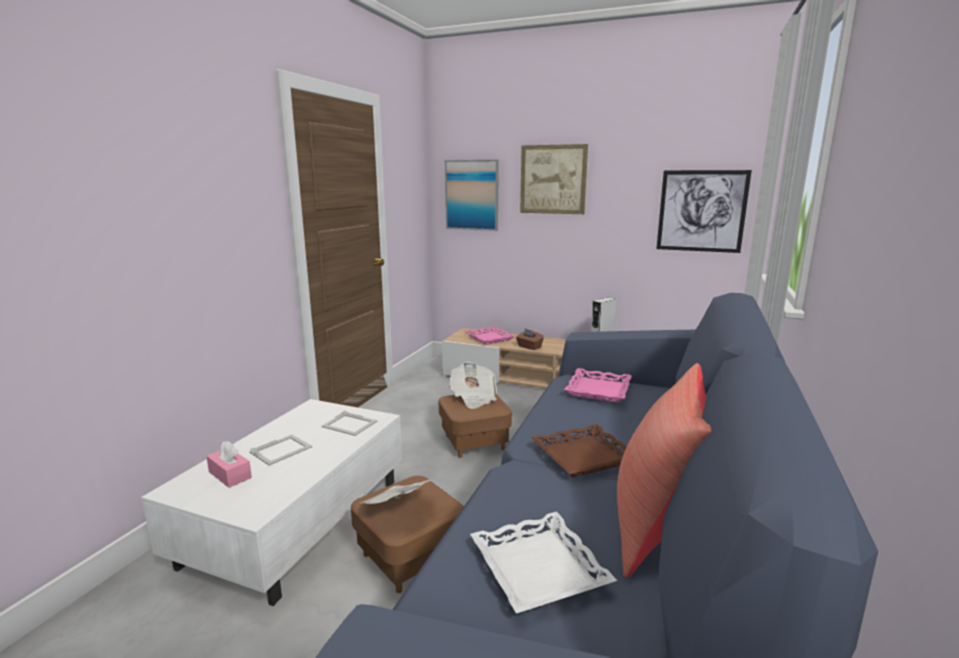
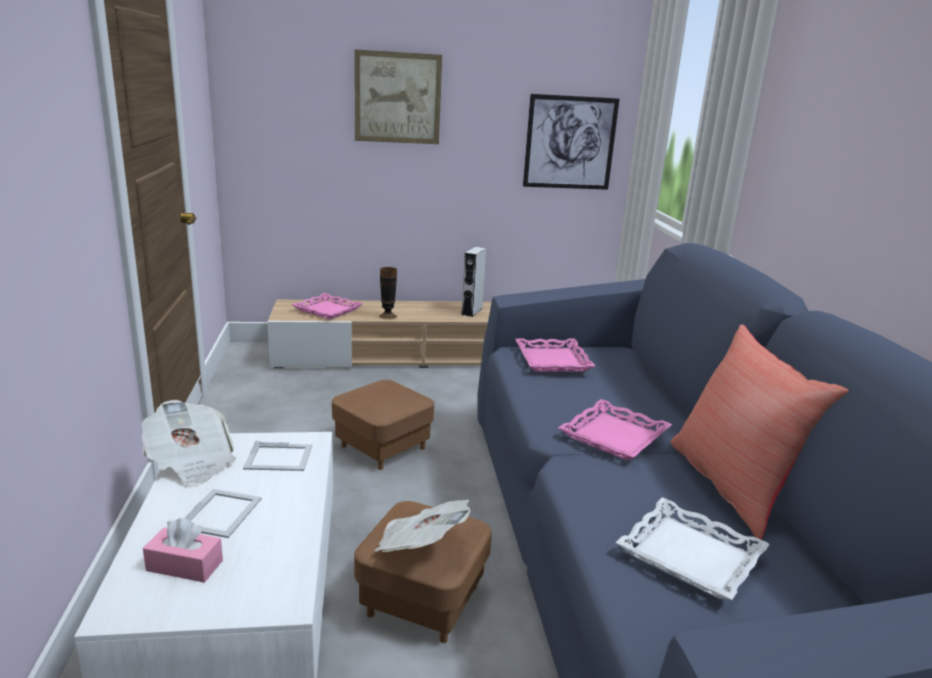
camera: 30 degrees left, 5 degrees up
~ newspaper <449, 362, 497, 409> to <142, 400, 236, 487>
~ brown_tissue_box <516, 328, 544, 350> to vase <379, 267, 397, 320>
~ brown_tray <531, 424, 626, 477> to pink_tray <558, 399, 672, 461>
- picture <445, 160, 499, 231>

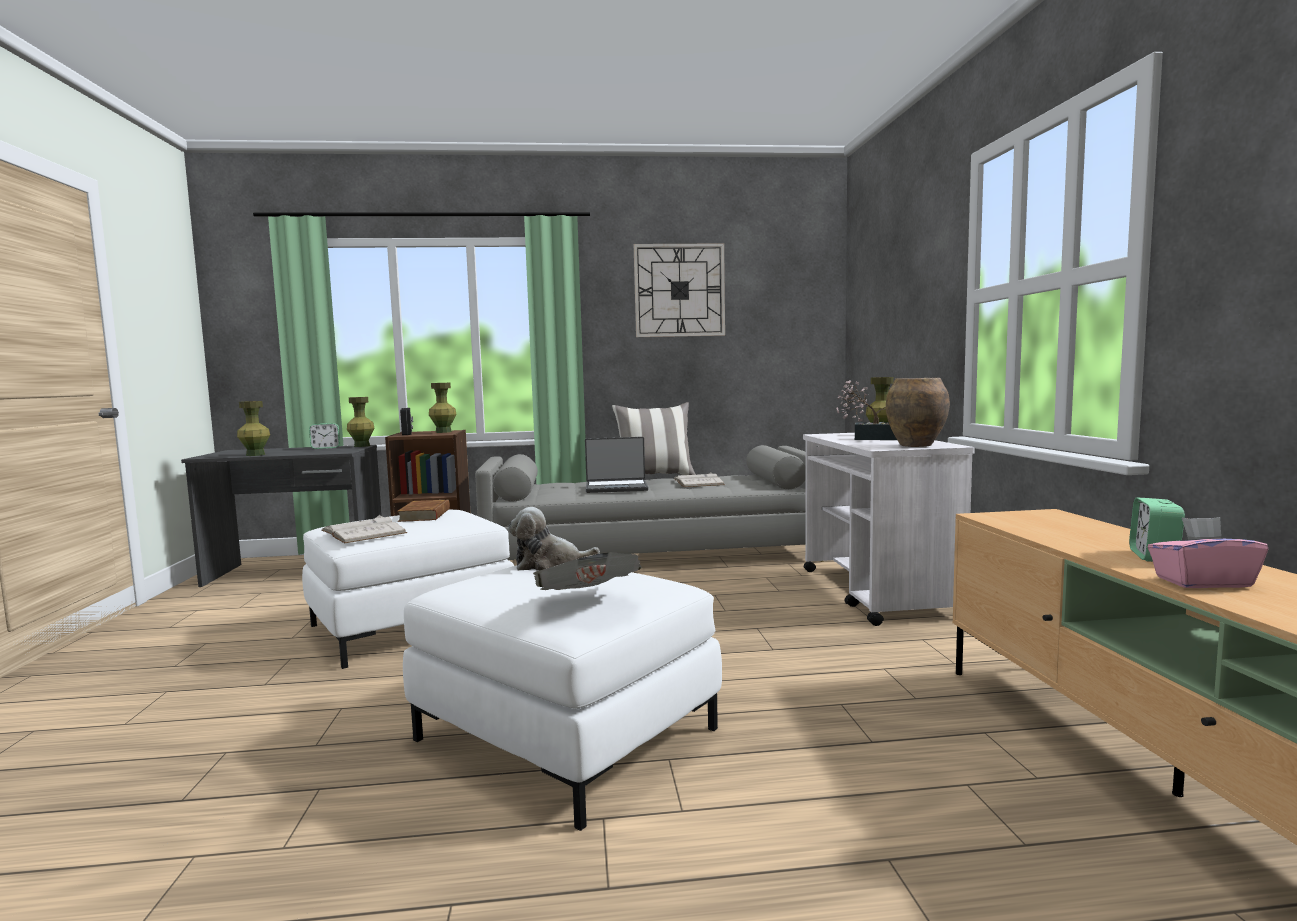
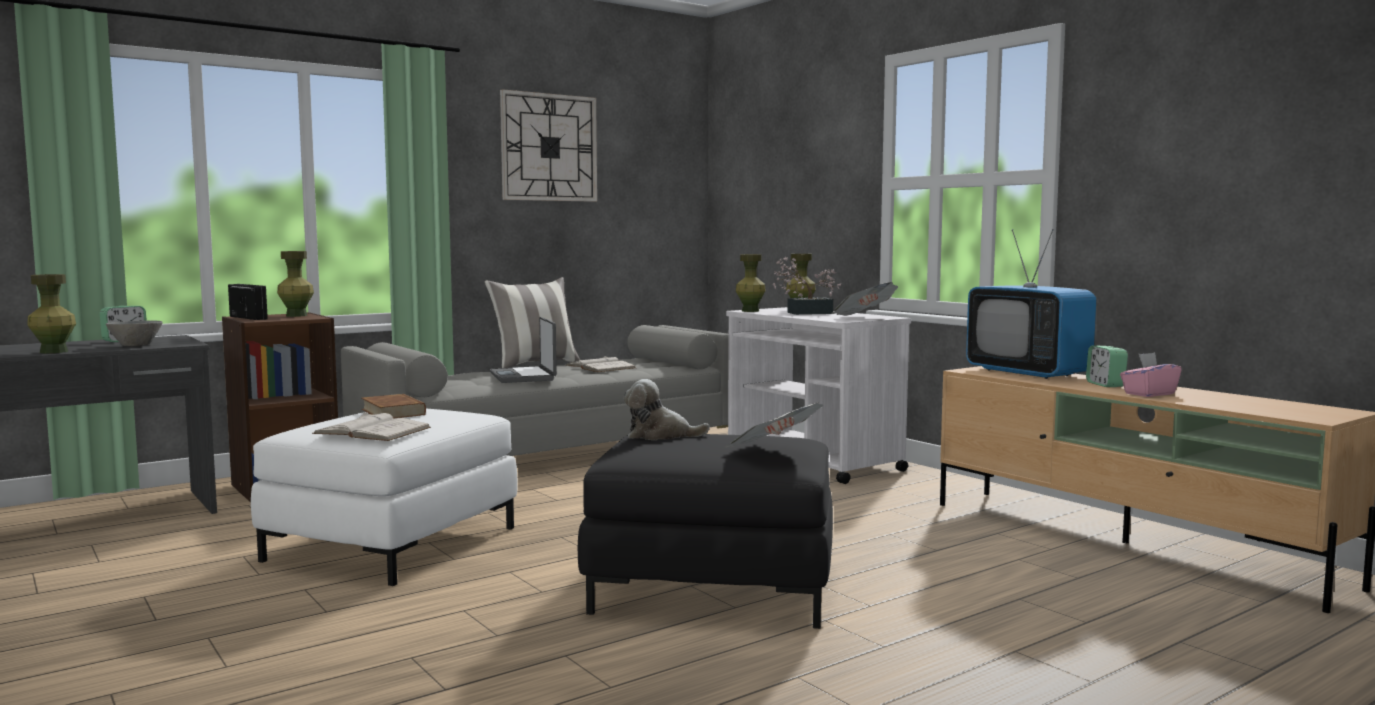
camera: 30 degrees left, 0 degrees up
+ grey_bowl <106, 321, 162, 346>
~ laptop <585, 437, 648, 493> = <490, 317, 557, 383> 105 degrees clockwise
~ white_ottoman <403, 565, 722, 831> to black_ottoman <578, 434, 833, 629>
~ plush_toy <508, 507, 600, 570> = <624, 379, 710, 440> 45 degrees clockwise
~ green_vase <347, 397, 374, 447> to <736, 254, 766, 312>
~ brown_vase <886, 378, 950, 447> to newspaper <832, 282, 898, 316>
+ television <966, 229, 1096, 379>

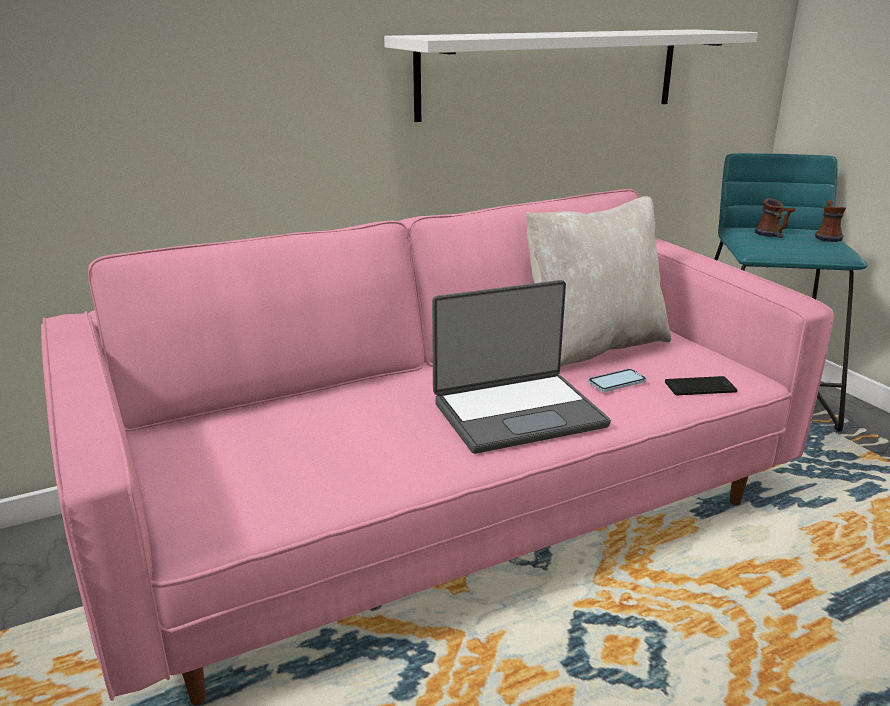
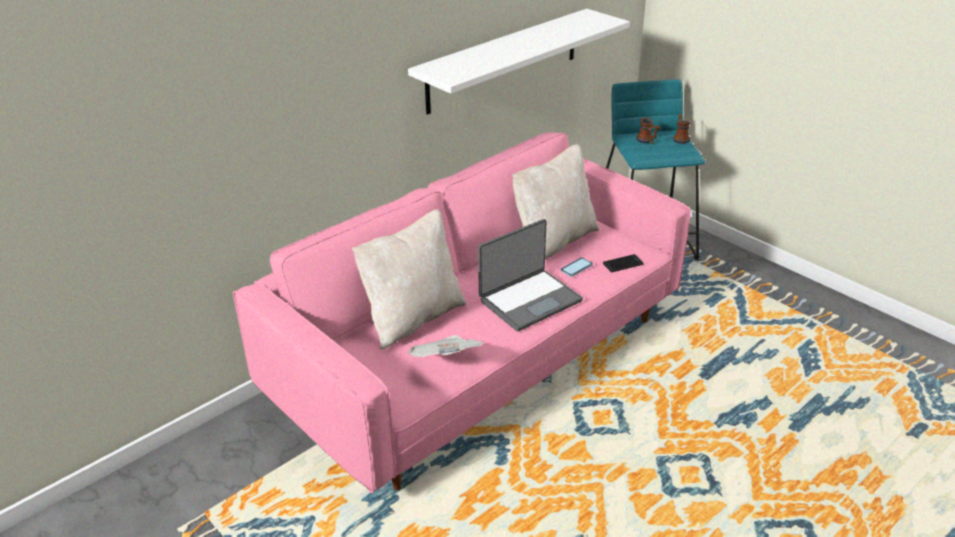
camera: 15 degrees left, 10 degrees up
+ beige_pillow <352, 209, 466, 350>
+ newspaper <408, 335, 484, 357>

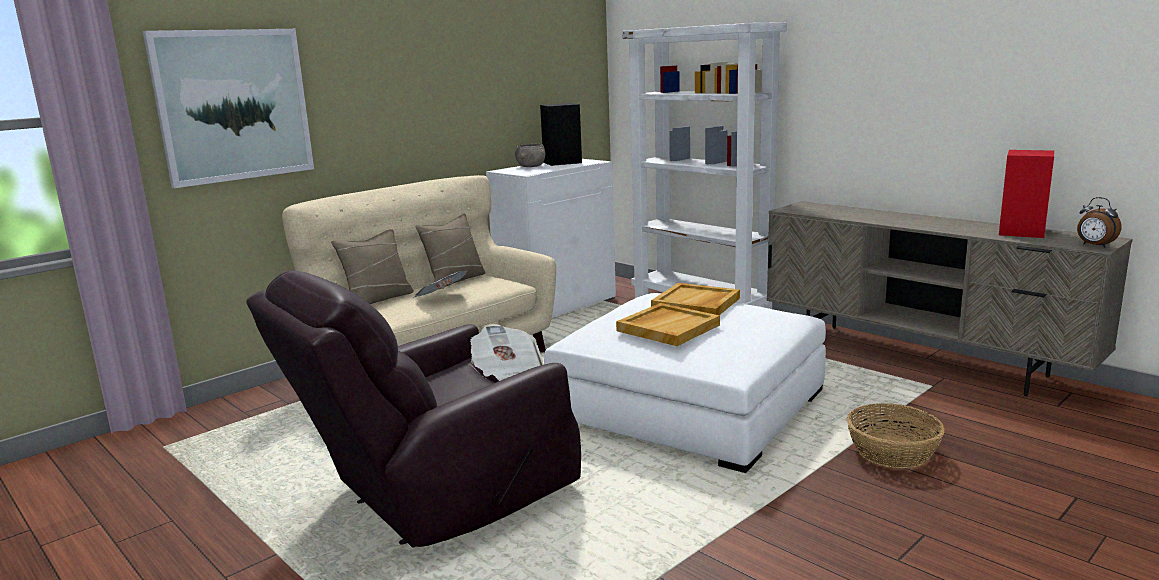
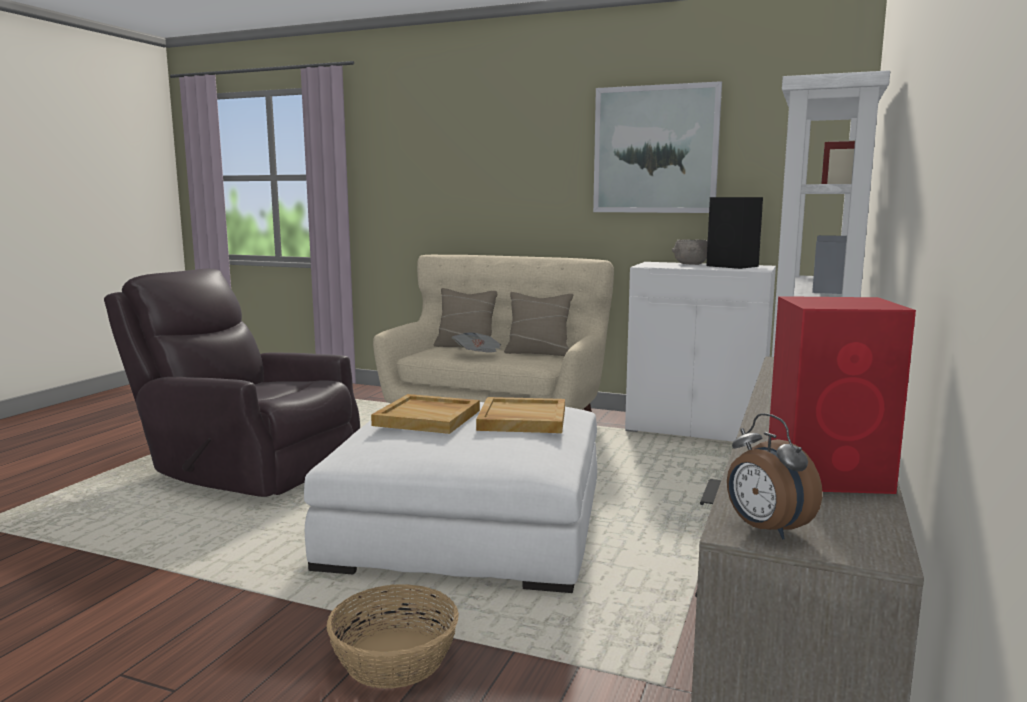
camera: 65 degrees right, 5 degrees down
~ picture <143, 29, 314, 188> to <593, 81, 722, 213>
~ alarm_clock <1077, 197, 1122, 248> = <727, 413, 822, 540> 60 degrees counterclockwise
- newspaper <470, 324, 544, 381>

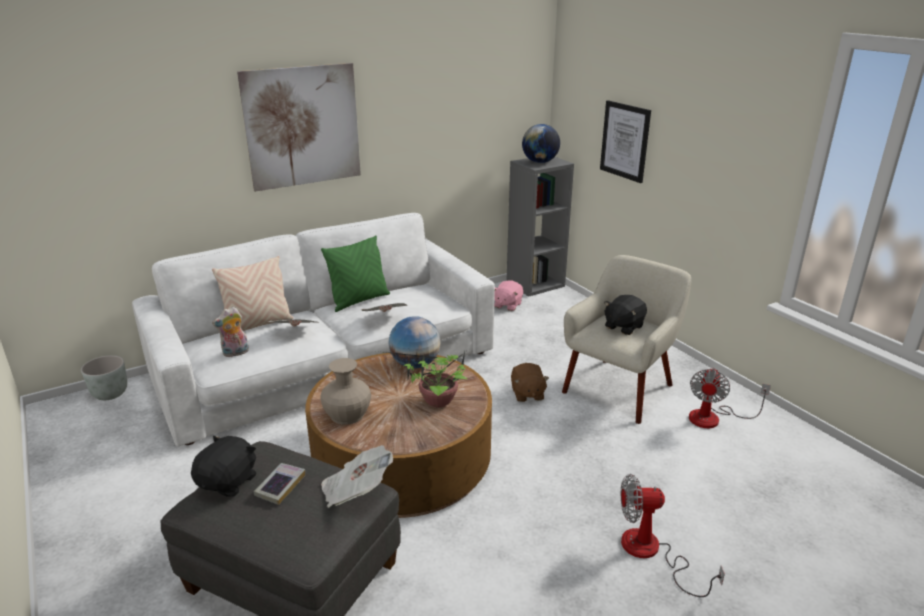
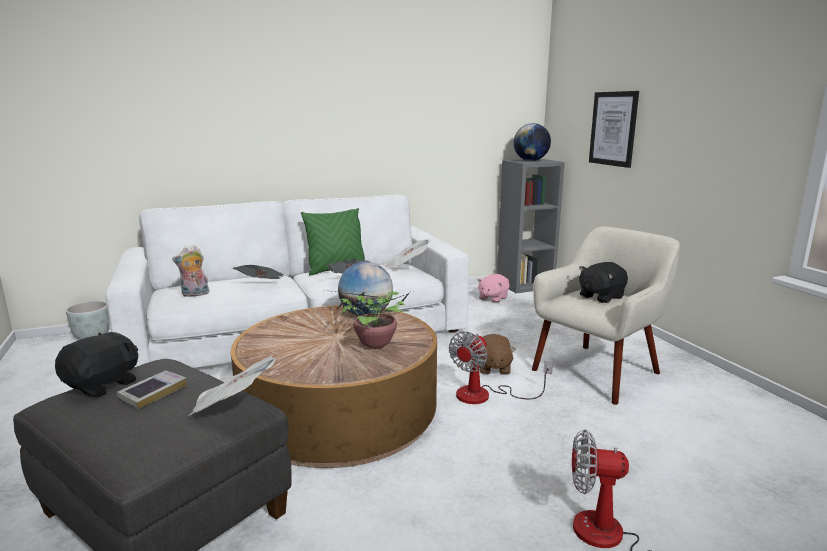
camera: 10 degrees right, 10 degrees down
+ newspaper <384, 239, 431, 269>
~ fan <689, 368, 771, 428> to <449, 331, 553, 404>
- beige_pillow <212, 256, 294, 331>
- picture <237, 63, 361, 192>
- beige_vase <320, 358, 371, 425>

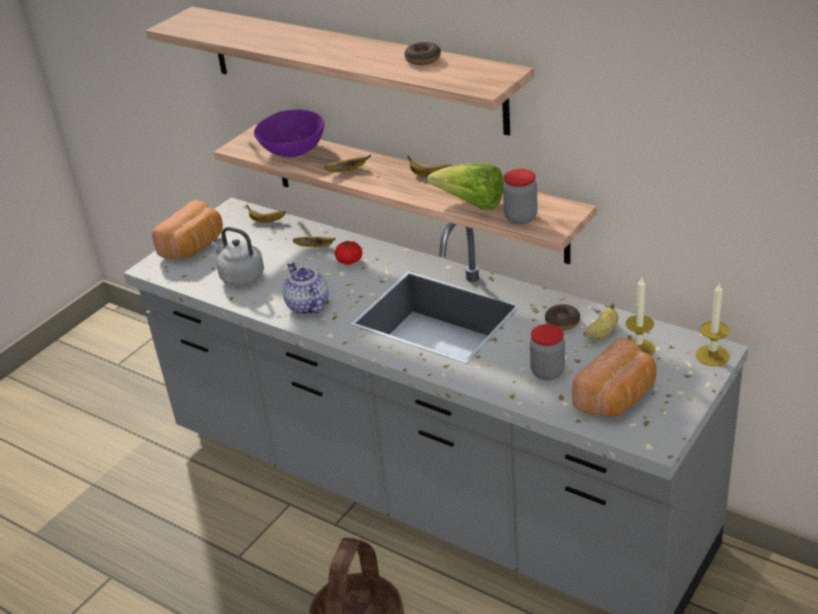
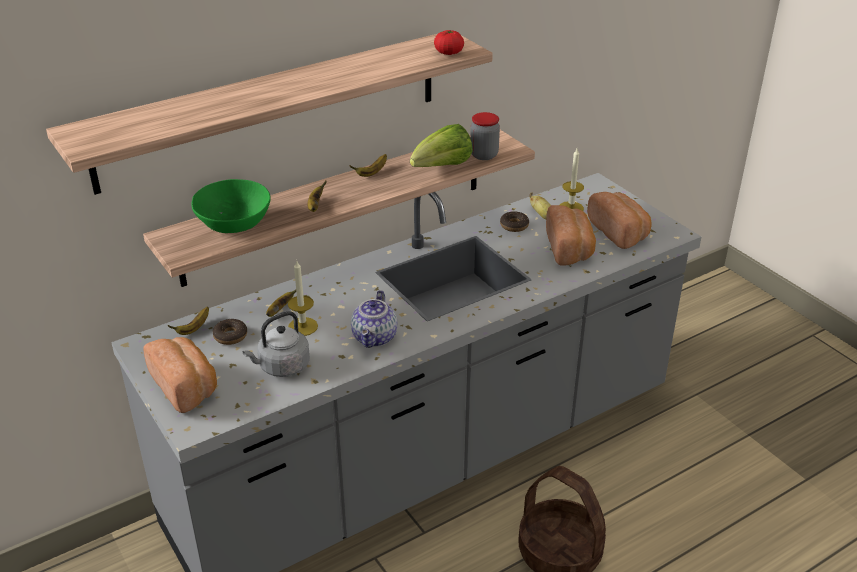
camera: 70 degrees left, 0 degrees up
~ purple_bowl <254, 109, 324, 157> to green_bowl <191, 179, 271, 233>
~ donut <404, 42, 441, 65> to <213, 319, 247, 345>
~ candle <695, 282, 730, 366> to <288, 261, 318, 336>
~ teapot <283, 261, 328, 315> = <351, 290, 397, 348> 75 degrees counterclockwise
~ tomato <335, 241, 362, 265> to <434, 30, 464, 55>
~ jar <530, 324, 565, 380> to bread <546, 205, 596, 265>

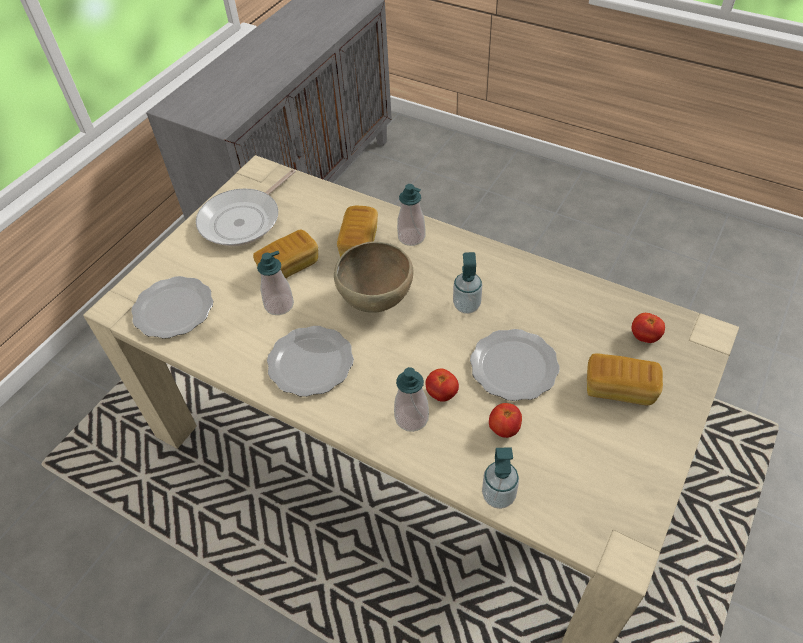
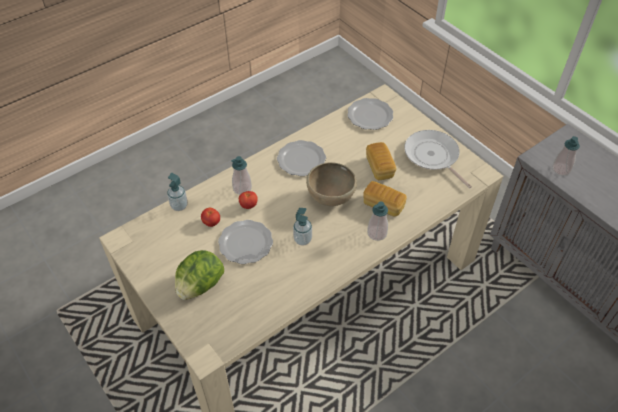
camera: 110 degrees right, 0 degrees up
~ bread <587, 353, 663, 405> to lettuce <175, 250, 224, 300>
~ soap_dispenser <257, 251, 294, 315> to <552, 136, 580, 176>
- tomato <631, 313, 665, 343>

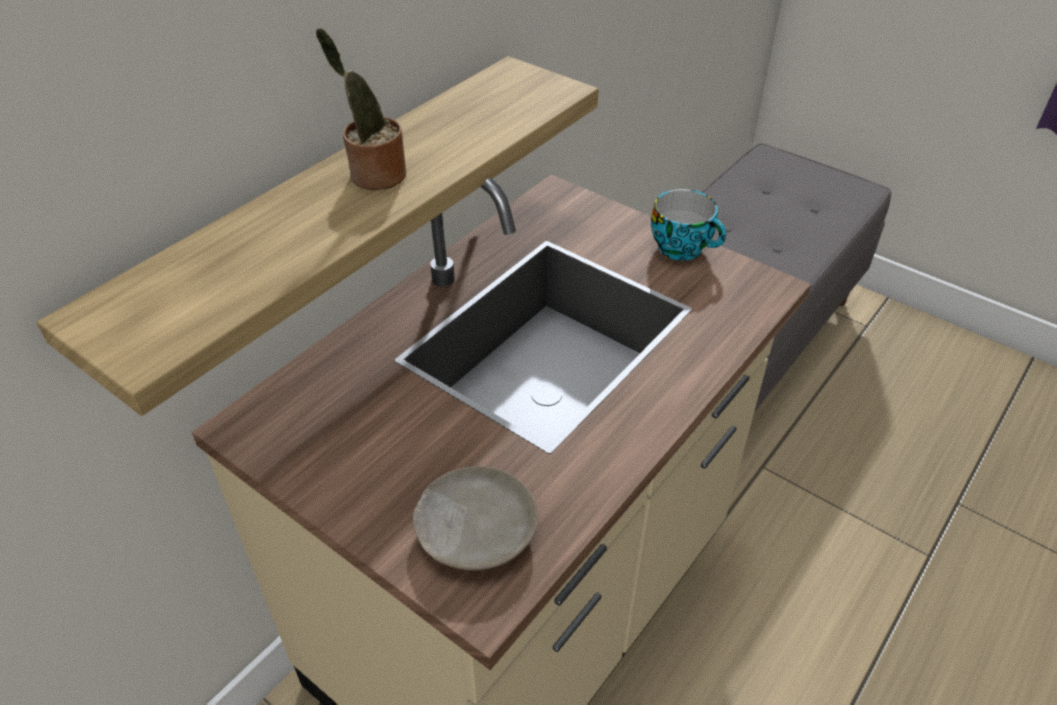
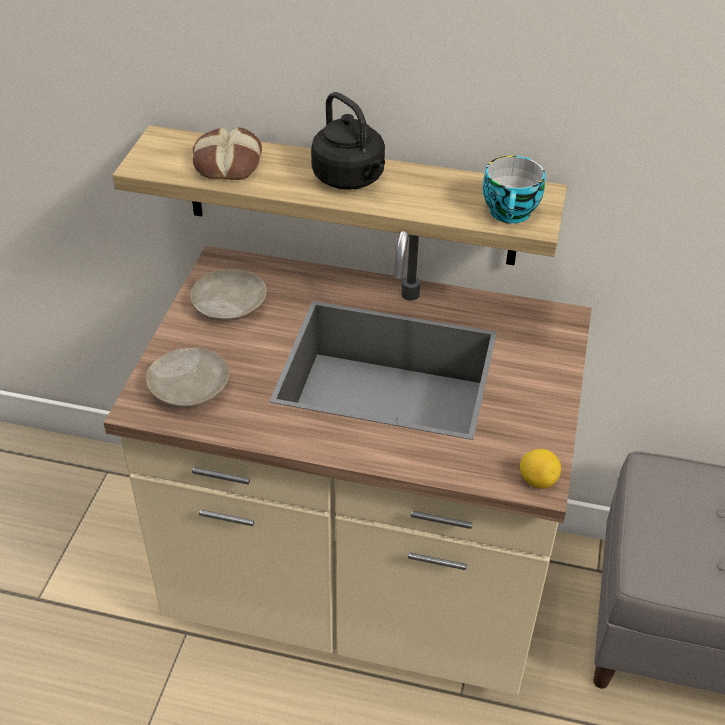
camera: 65 degrees right, 0 degrees up
+ beige_plate <190, 269, 267, 321>
+ bread <193, 127, 262, 180>
~ potted_plant <316, 28, 406, 190> to black_kettle <311, 92, 385, 190>
~ cup <651, 189, 726, 261> to <482, 156, 545, 223>
+ lemon <520, 449, 561, 489>

